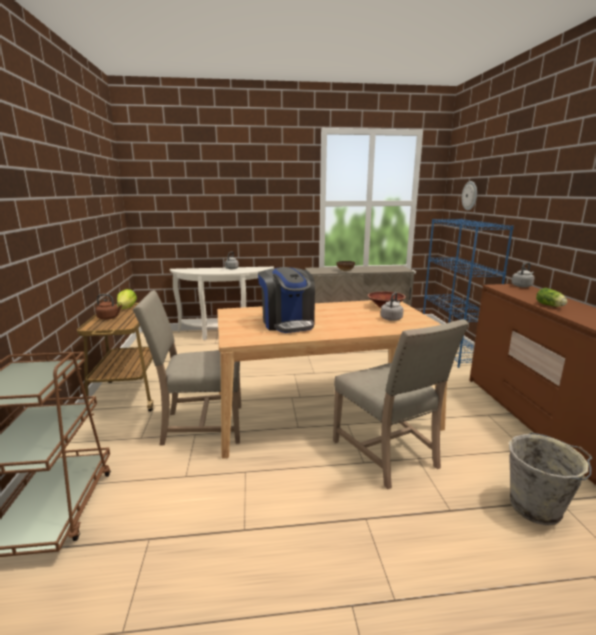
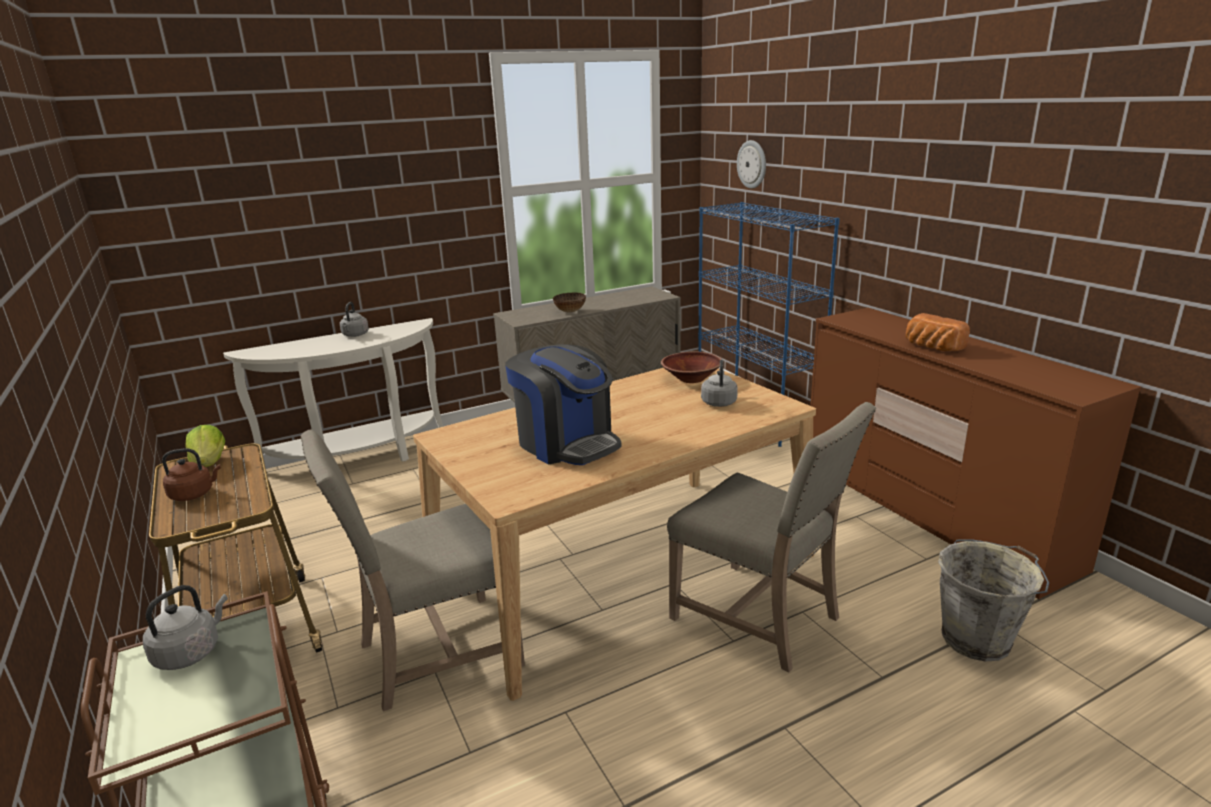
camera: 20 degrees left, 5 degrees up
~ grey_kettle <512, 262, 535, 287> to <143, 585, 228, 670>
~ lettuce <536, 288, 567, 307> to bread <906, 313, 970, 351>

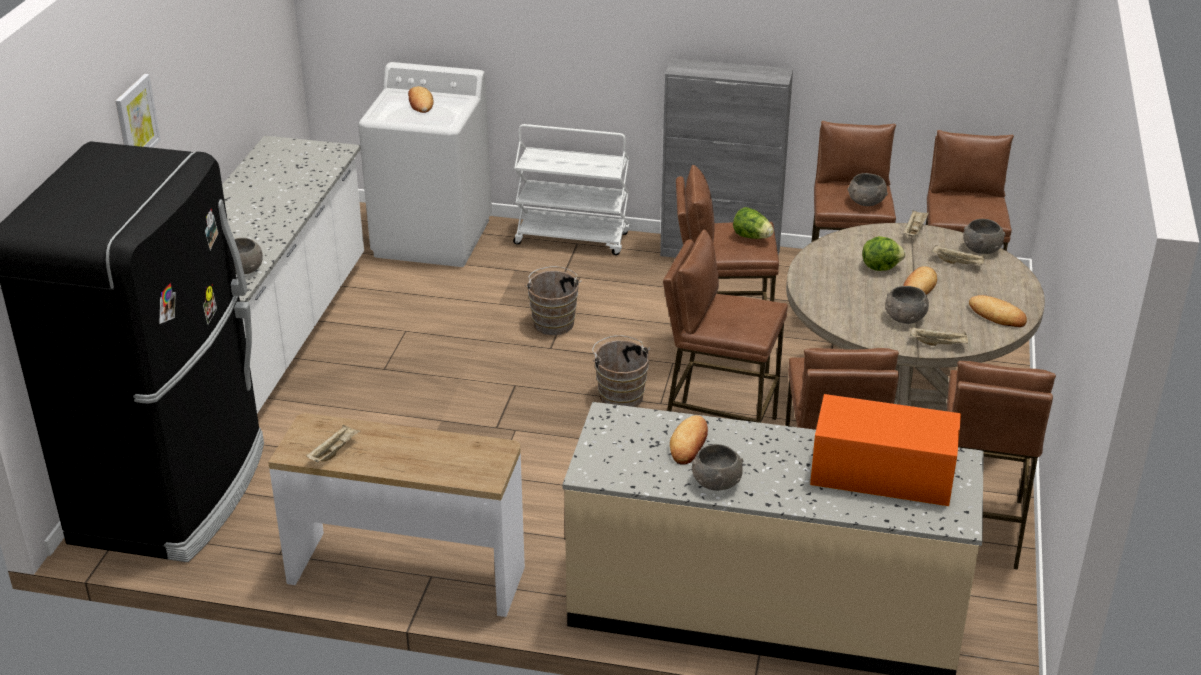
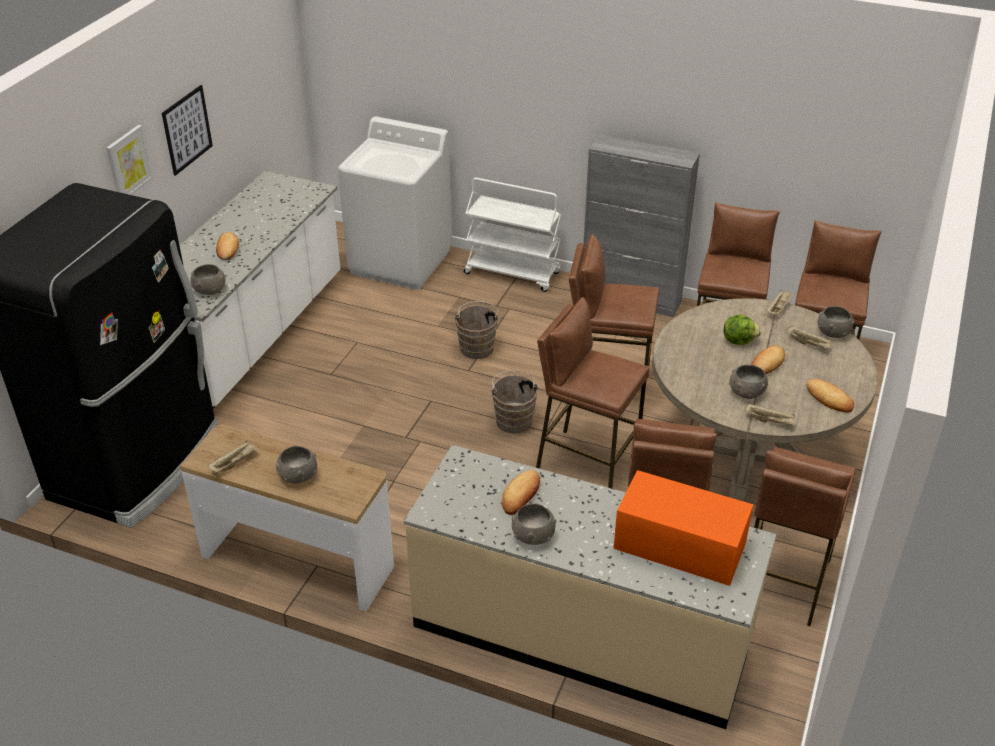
camera: 10 degrees right, 5 degrees up
+ picture <162, 85, 213, 176>
~ bread <408, 86, 434, 113> to <216, 232, 239, 260>
~ grey_bowl <847, 173, 888, 206> to <276, 446, 317, 484>
- lettuce <733, 207, 774, 239>

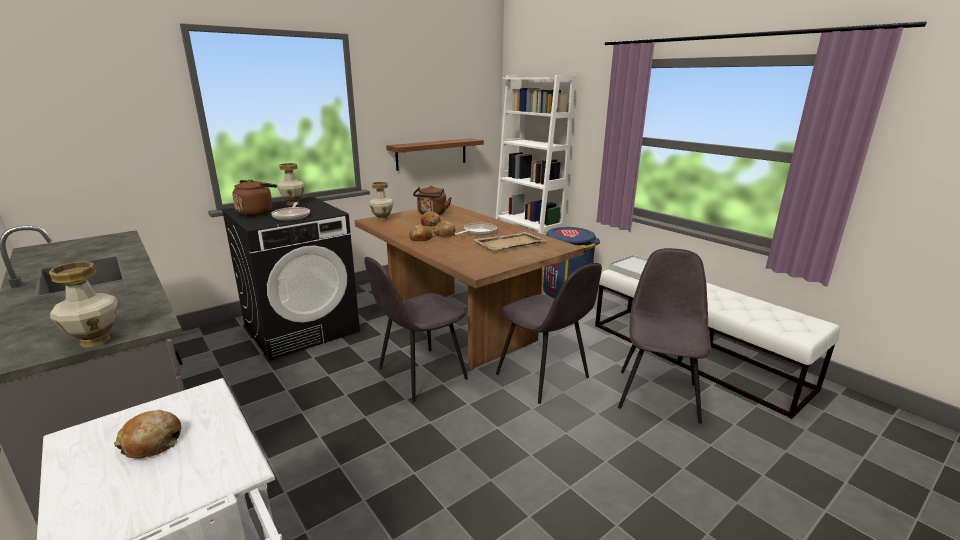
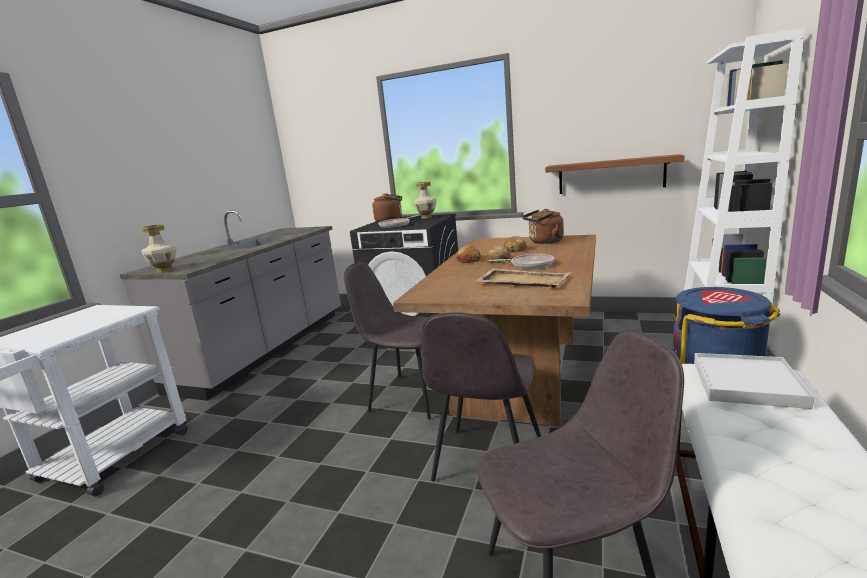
camera: 60 degrees right, 5 degrees down
- bread <114, 410, 181, 459>
- vase <369, 182, 393, 221>

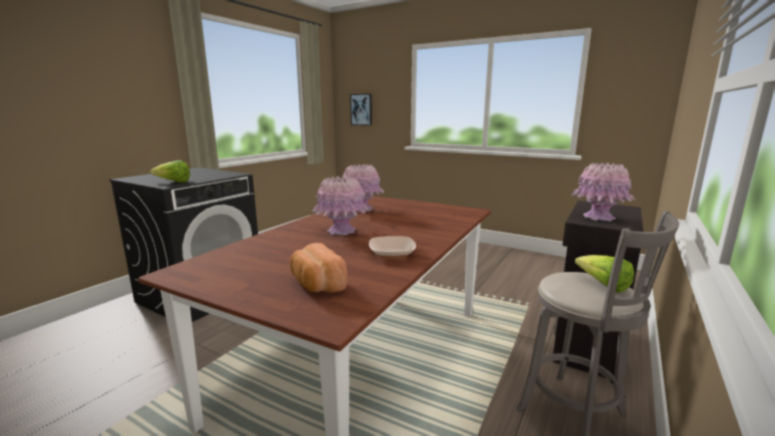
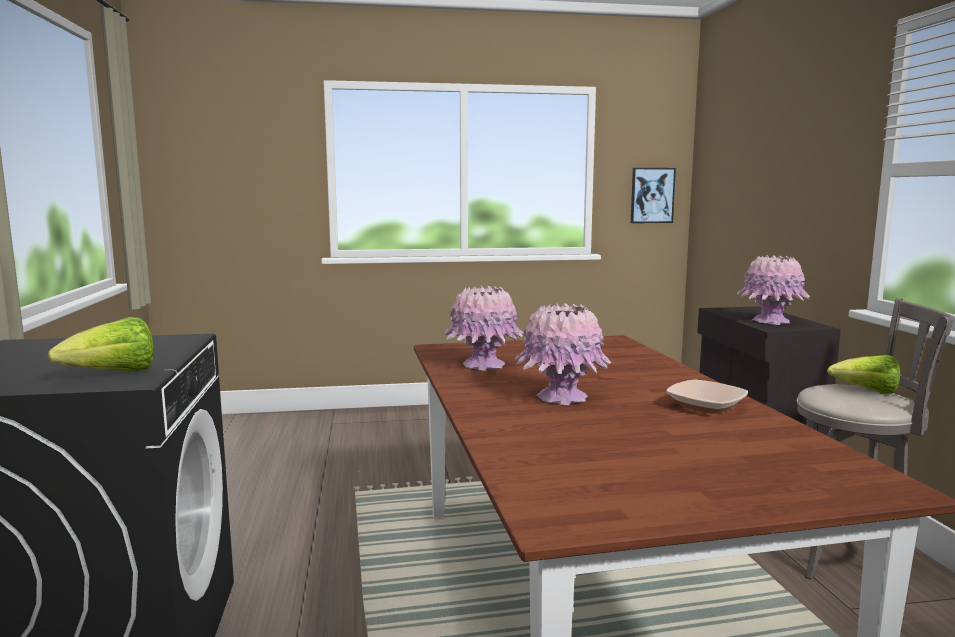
camera: 40 degrees left, 5 degrees down
~ picture <350, 94, 372, 126> to <631, 168, 676, 223>
- bread <290, 243, 347, 293>

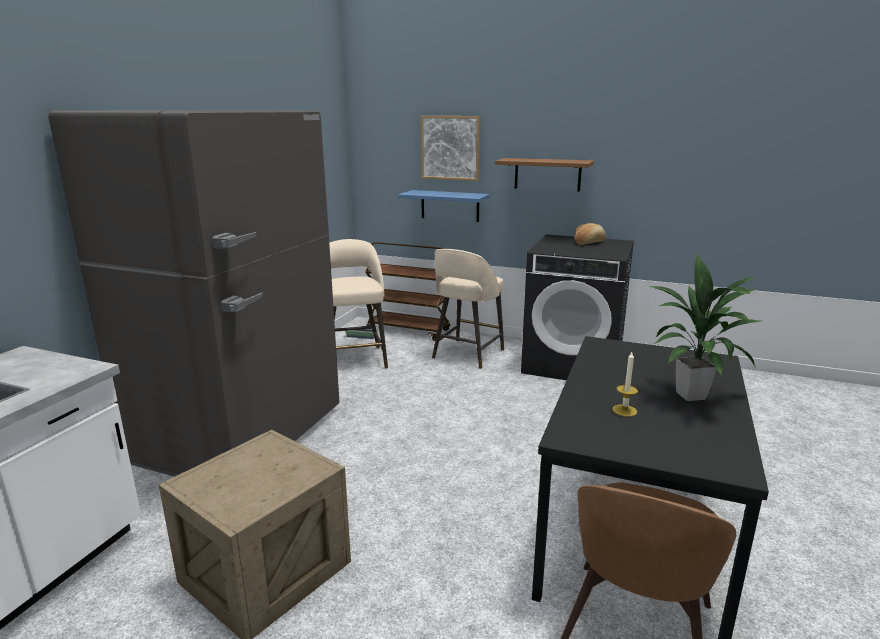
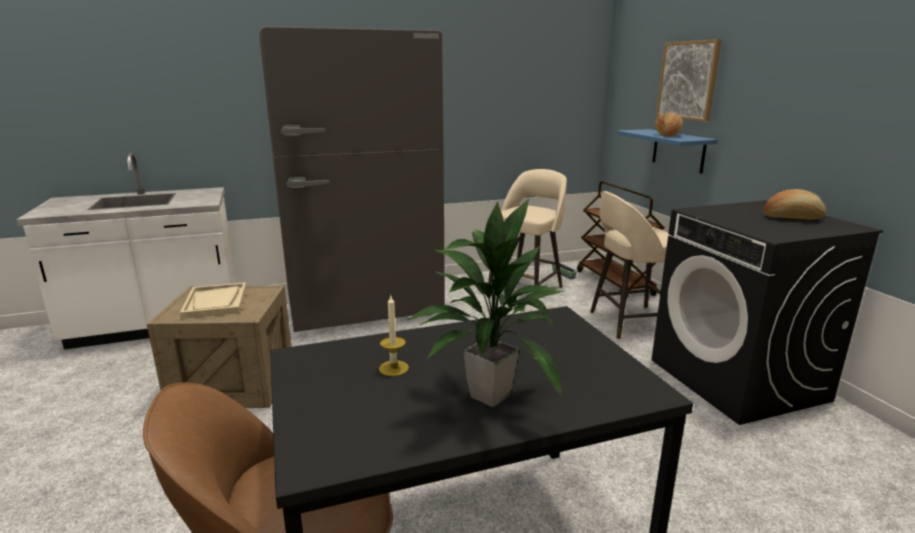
camera: 50 degrees right, 0 degrees up
+ beige_tray <180, 282, 246, 319>
+ bread <655, 113, 683, 137>
- brown_shelf <495, 158, 594, 192>

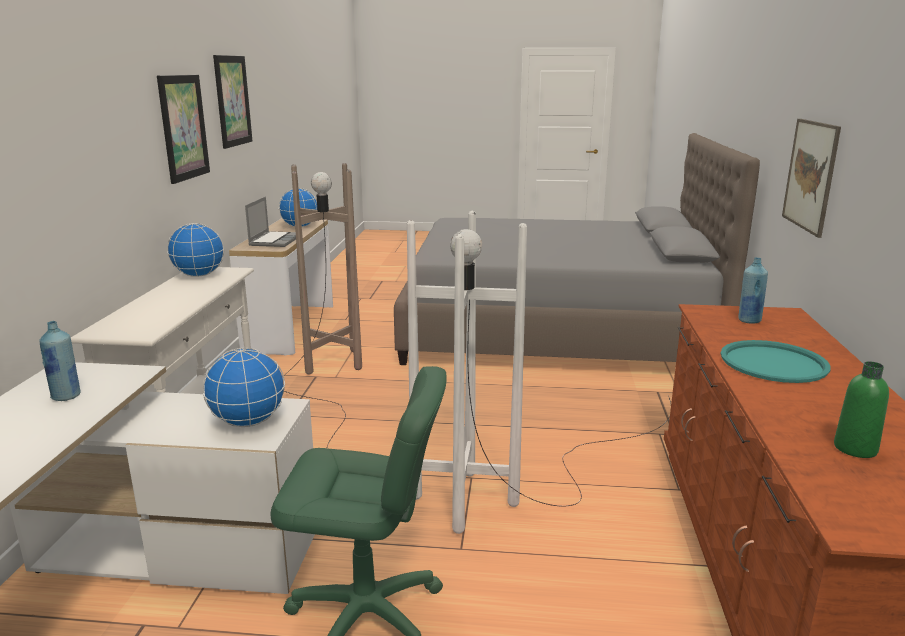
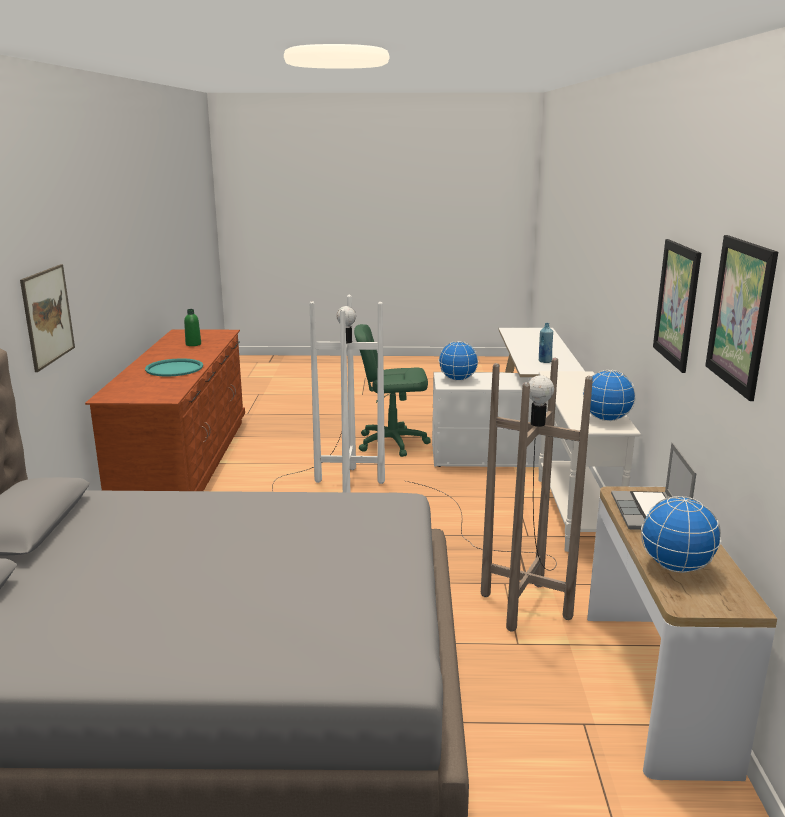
camera: 175 degrees right, 0 degrees up
- blue_bottle <738, 257, 768, 323>

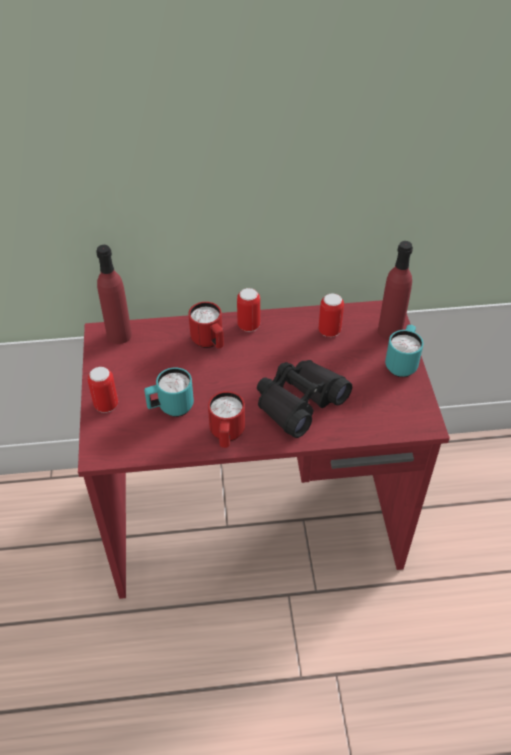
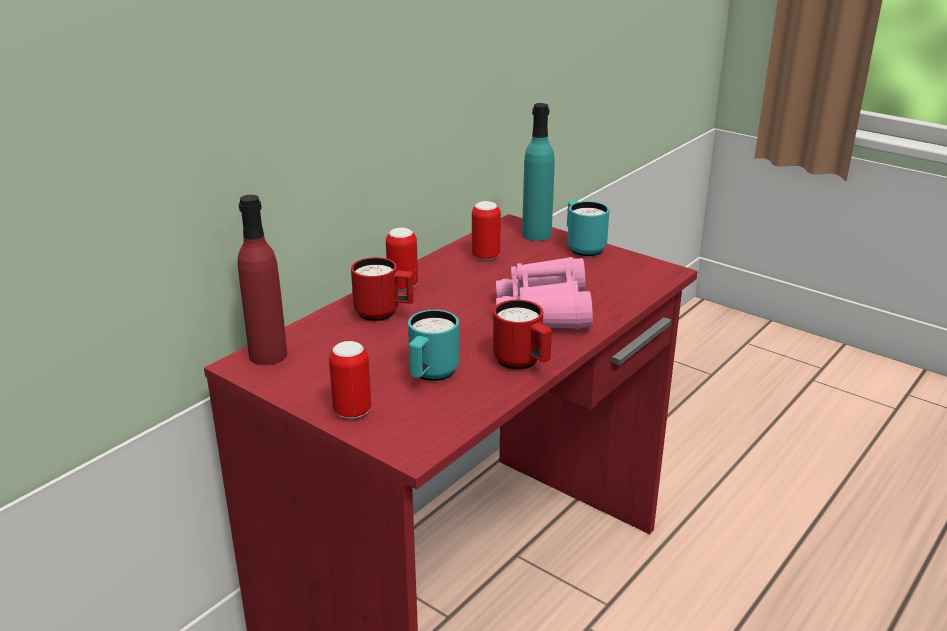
camera: 45 degrees left, 20 degrees down
~ black_binoculars <257, 360, 352, 438> to pink_binoculars <496, 257, 593, 329>
~ red_bottle <378, 241, 413, 340> to turquoise_bottle <522, 103, 554, 241>

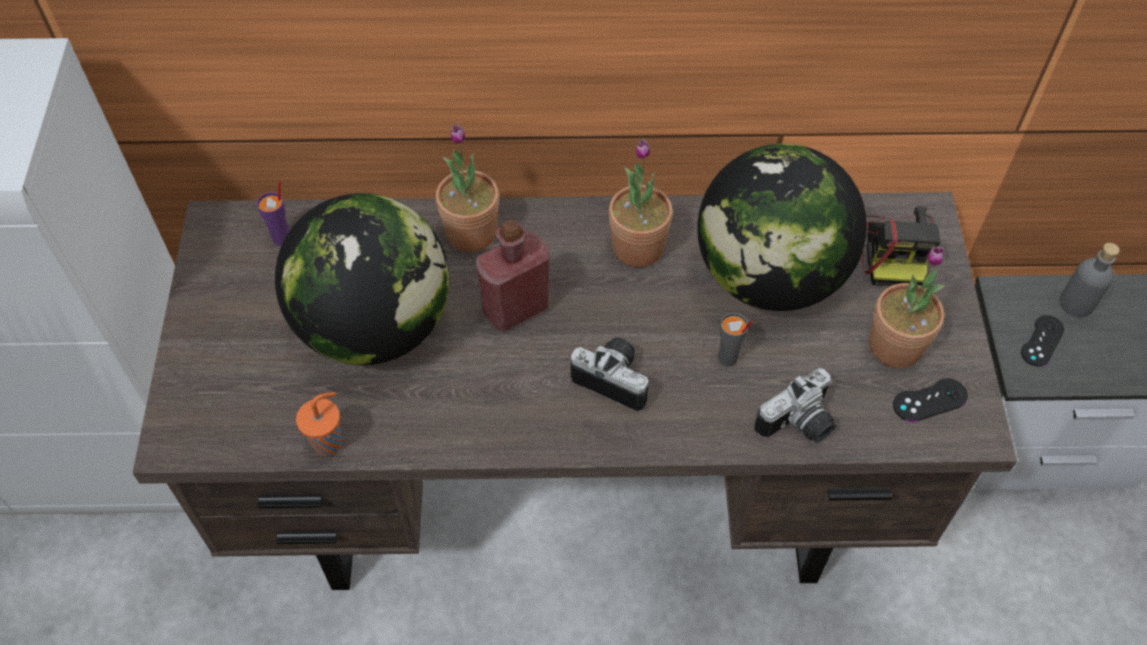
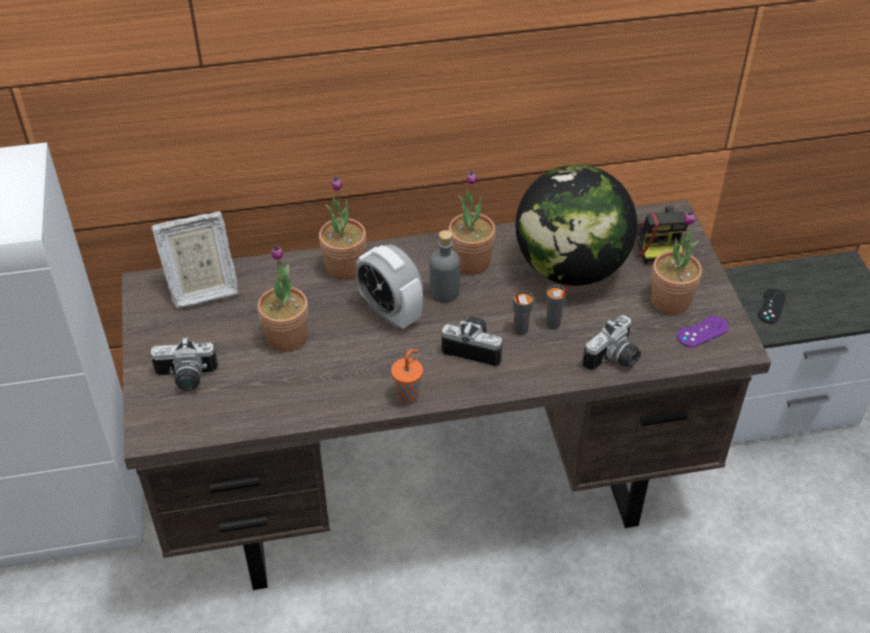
camera: 10 degrees left, 10 degrees down
~ purple_cup <257, 181, 289, 246> to picture_frame <151, 211, 239, 308>
+ photo_camera <151, 337, 218, 392>
~ globe <275, 193, 449, 365> to potted_plant <258, 245, 308, 352>
~ red_bottle <476, 220, 550, 332> to alarm_clock <356, 245, 423, 329>
~ orange_cup <296, 392, 342, 456> to <391, 349, 423, 405>
~ grey_bottle <1060, 243, 1120, 317> to <430, 230, 460, 303>
+ grey_cup <513, 291, 534, 335>
~ black_game_controller <893, 378, 968, 422> to purple_game_controller <677, 316, 728, 347>

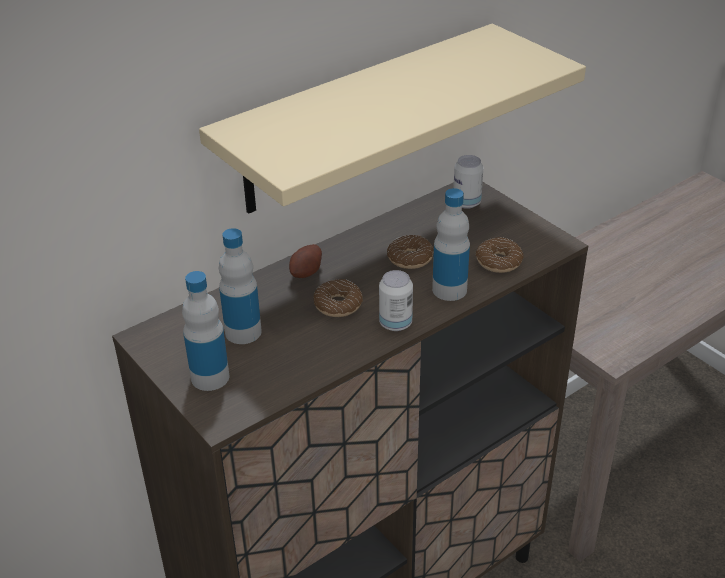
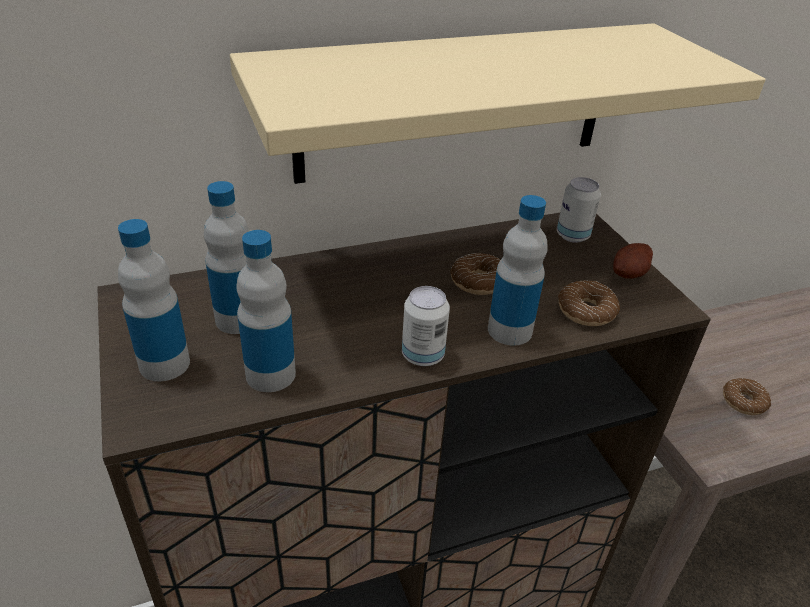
camera: 15 degrees right, 0 degrees up
+ bottle <236, 230, 296, 392>
~ potato <289, 244, 322, 278> to <613, 243, 653, 279>
~ donut <313, 279, 363, 317> to <723, 378, 771, 415>

